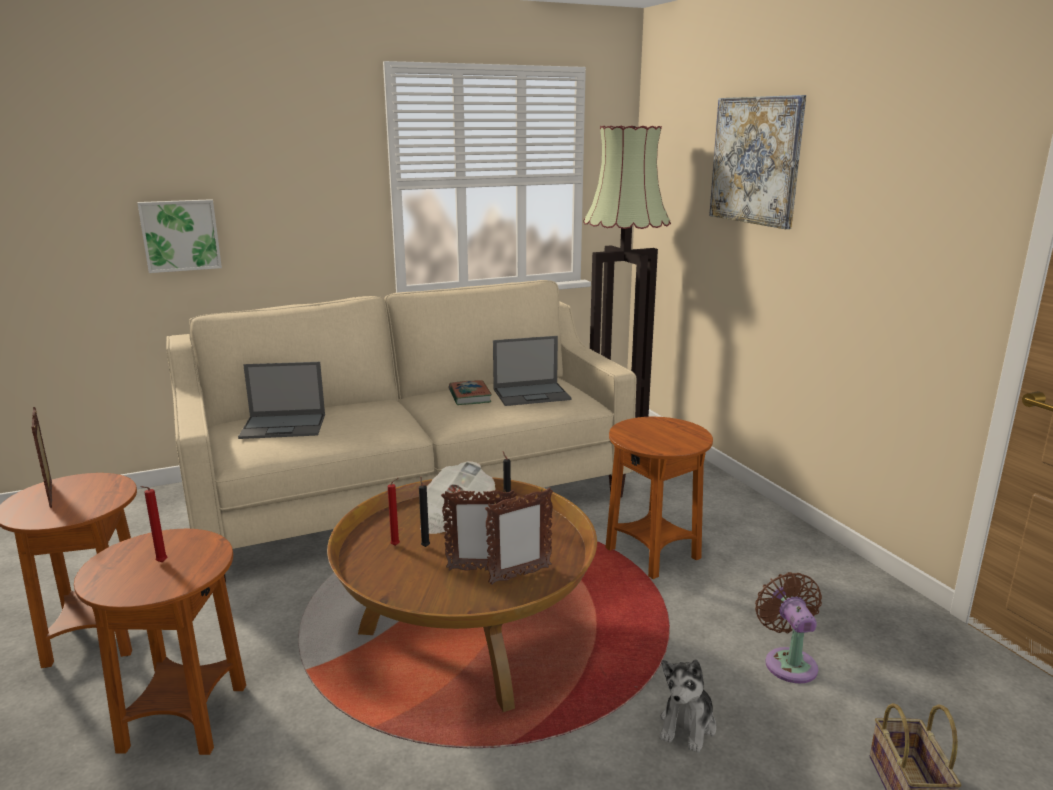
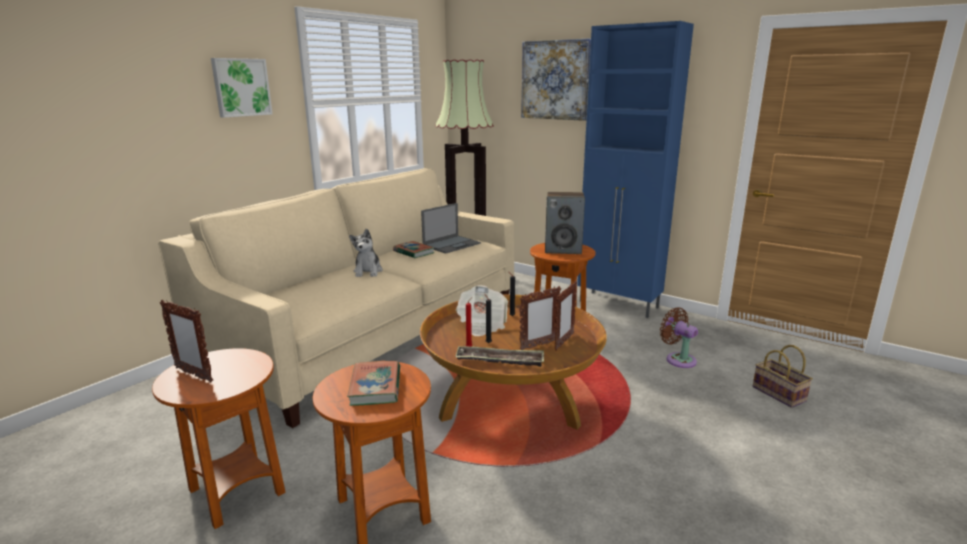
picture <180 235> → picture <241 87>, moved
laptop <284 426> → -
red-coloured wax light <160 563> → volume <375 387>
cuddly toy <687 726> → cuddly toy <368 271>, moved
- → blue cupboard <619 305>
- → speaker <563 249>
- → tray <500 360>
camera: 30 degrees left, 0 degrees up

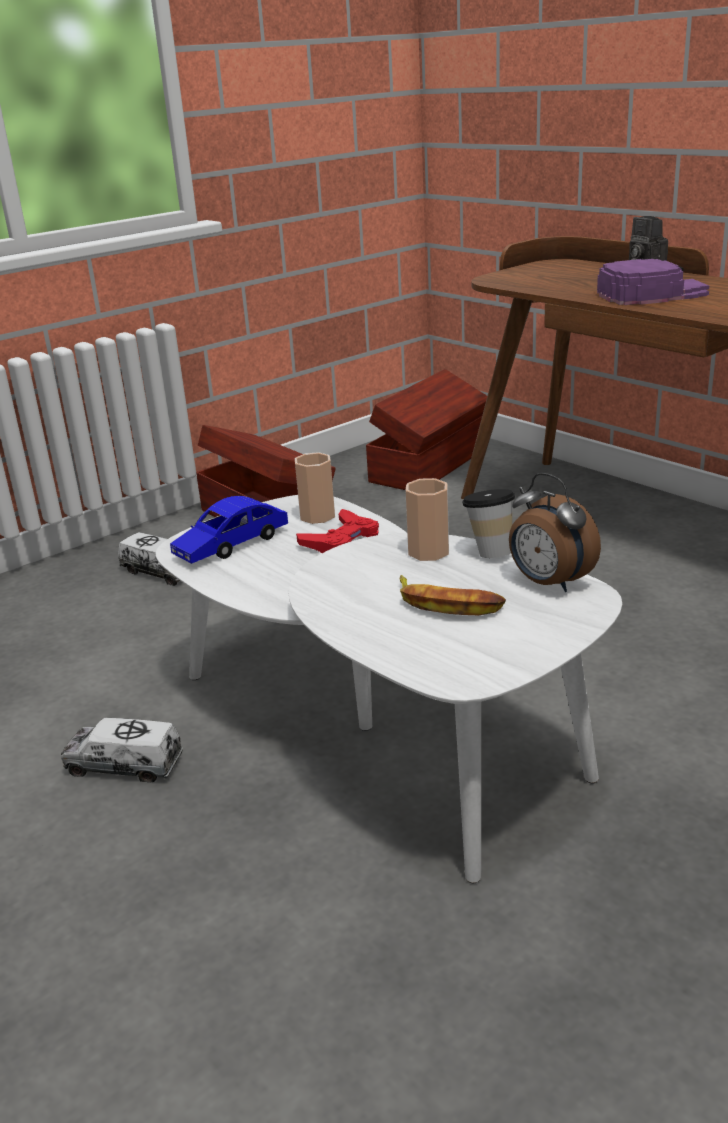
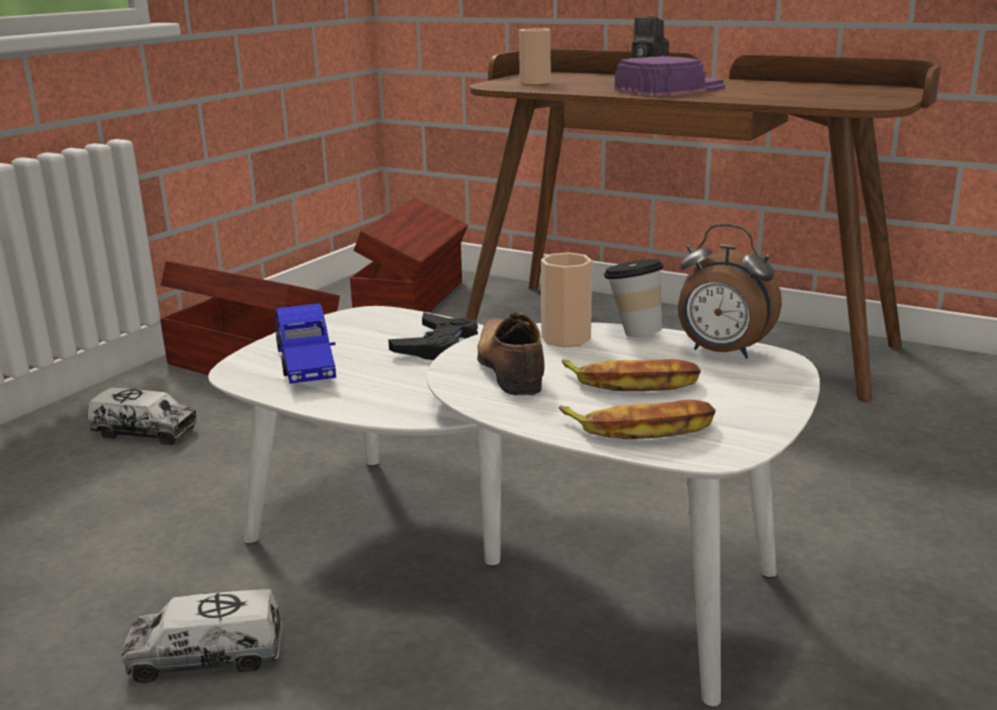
cup <317 516> → cup <535 83>, moved
blue model car <232 545> → blue model car <305 362>, 45 degrees counterclockwise
red-coloured gamepad <341 541> → blackish gamepad <437 346>
- → low shoe <509 368>
- → banana <641 428>
camera: 20 degrees left, 5 degrees down

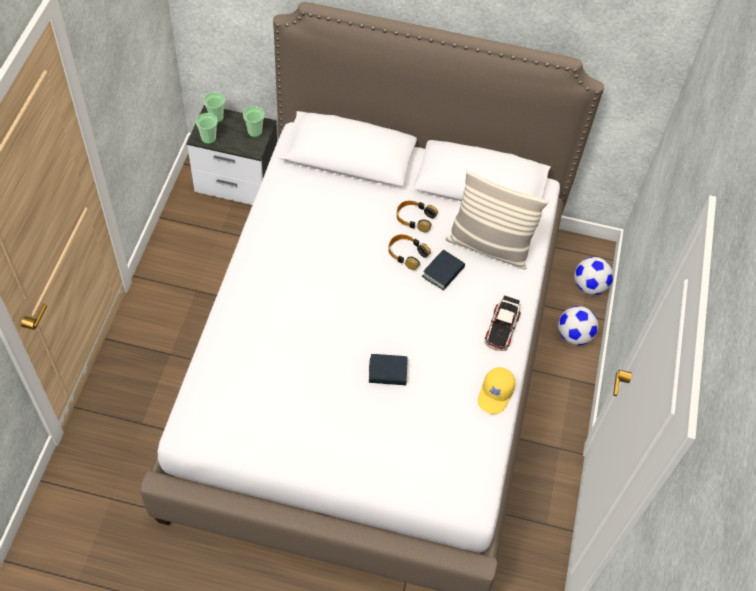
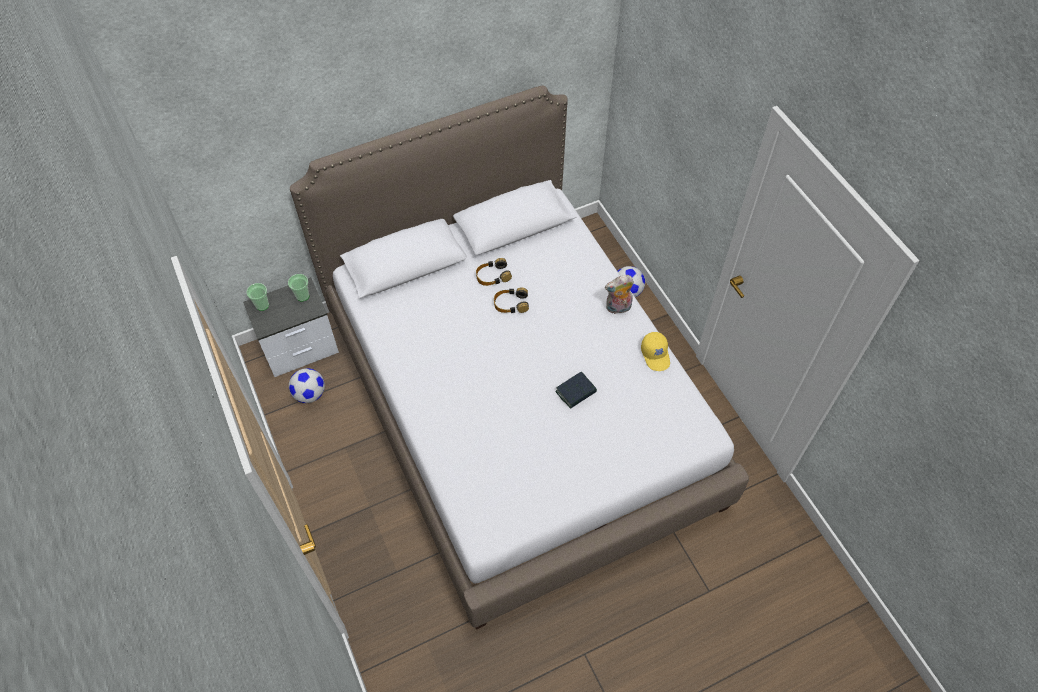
cup <208 138> → -
cushion <488 247> → -
volume <443 272> → -
football <589 286> → football <310 394>, moved
model car <502 327> → cuddly toy <618 308>
camera: 35 degrees left, 0 degrees up

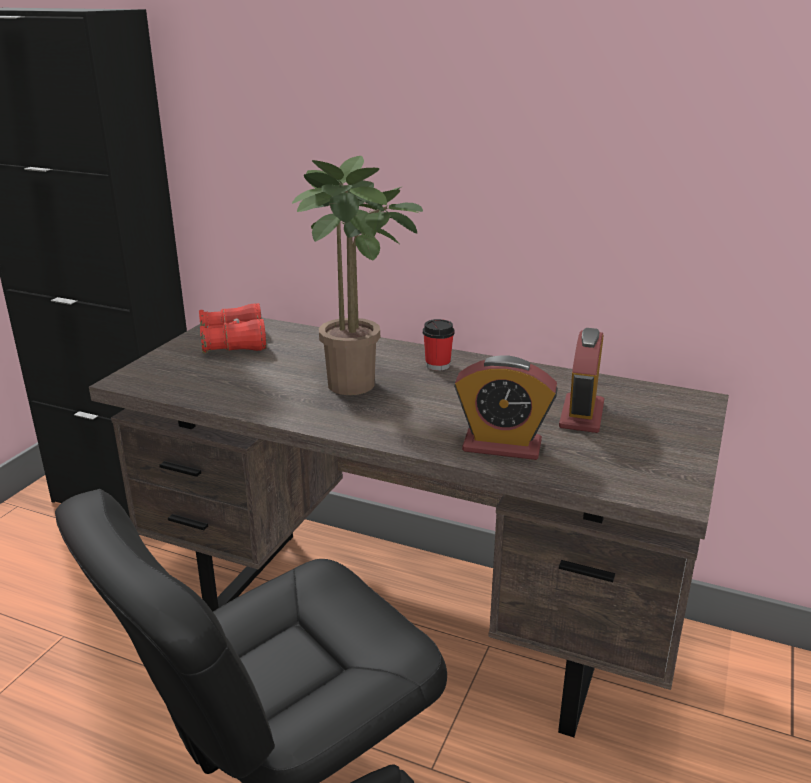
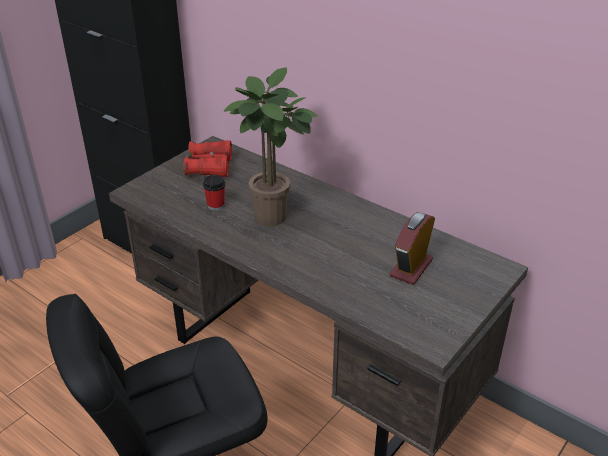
cup <437 365> → cup <216 205>, moved
bedside clock <502 446> → -
camera: 15 degrees right, 10 degrees up

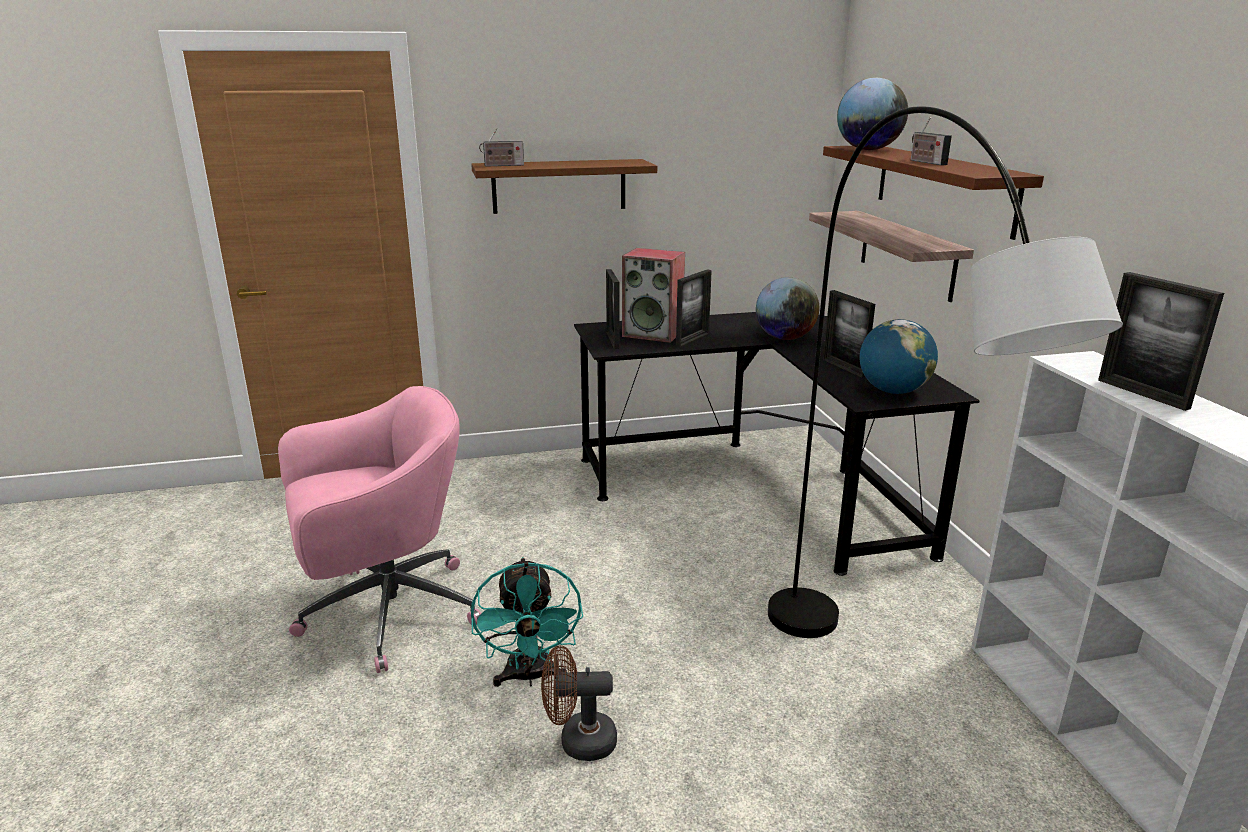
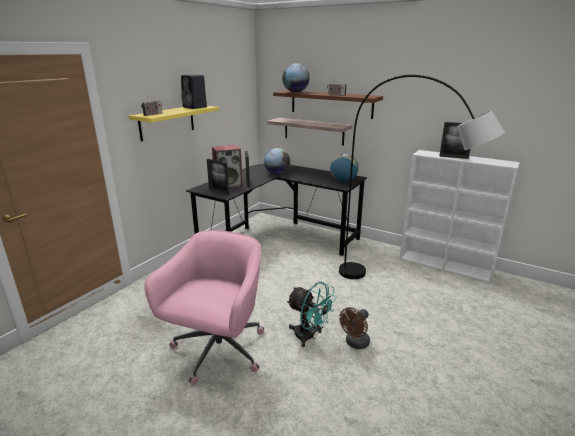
brown-coloured shelf <559 186> → yellow shelf <167 122>
photo frame <844 368> → -
- → blackish speaker <195 107>
camera: 45 degrees left, 0 degrees up

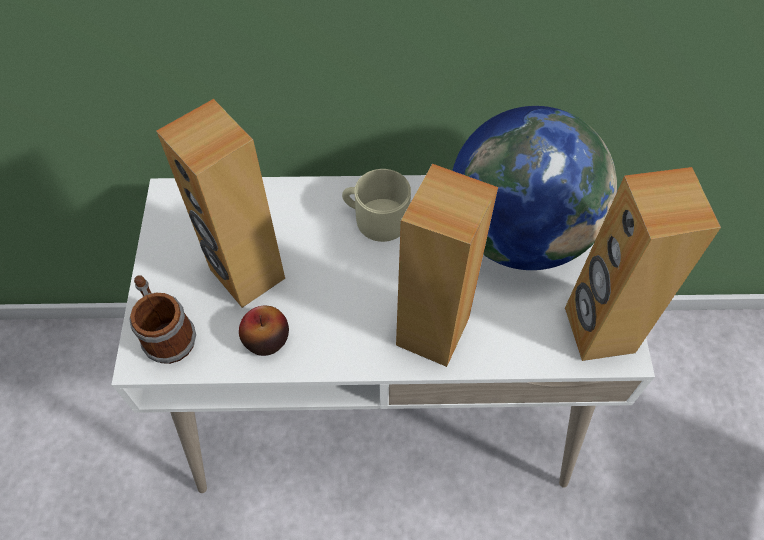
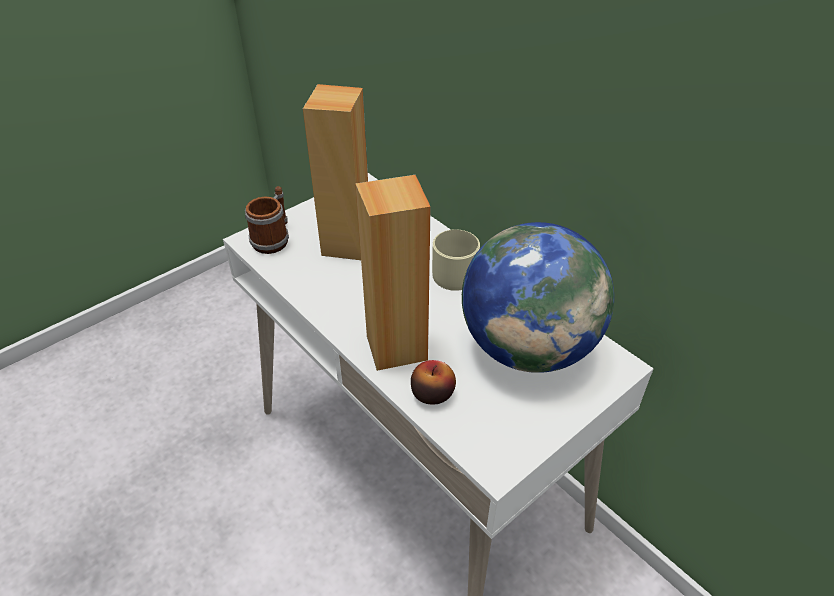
brown-coloured speaker <598 330> → -
apple fruit <266 339> → apple fruit <432 393>, moved
camera: 50 degrees right, 15 degrees down

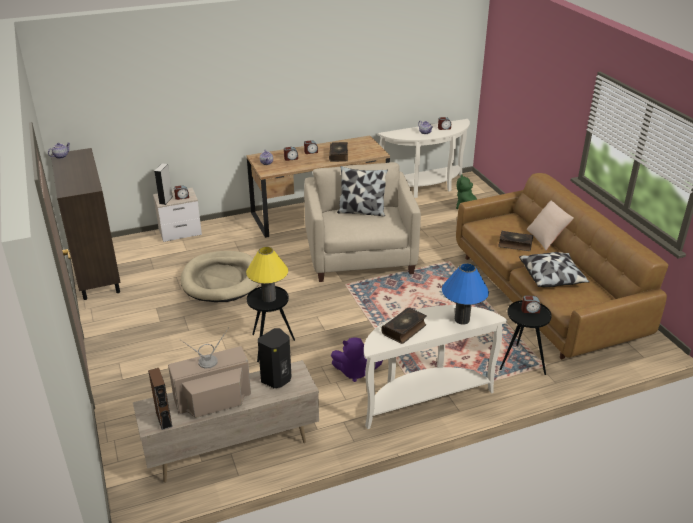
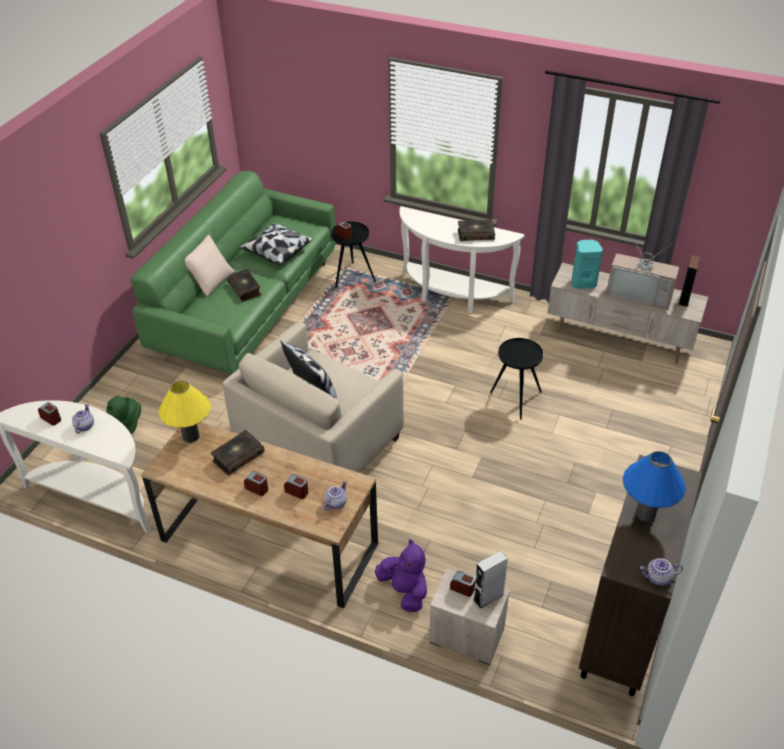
brown-coloured sofa <545 295> → green-coloured sofa <245 304>
yellow table lamp <269 298> → yellow table lamp <191 436>, moved
sand-coloured pet bed <221 280> → -
blue table lamp <462 319> → blue table lamp <645 513>, moved
blackish speaker <277 379> → turquoise speaker <583 282>
purple cuddly toy <355 372> → purple cuddly toy <404 591>, moved
camera: 135 degrees left, 10 degrees up

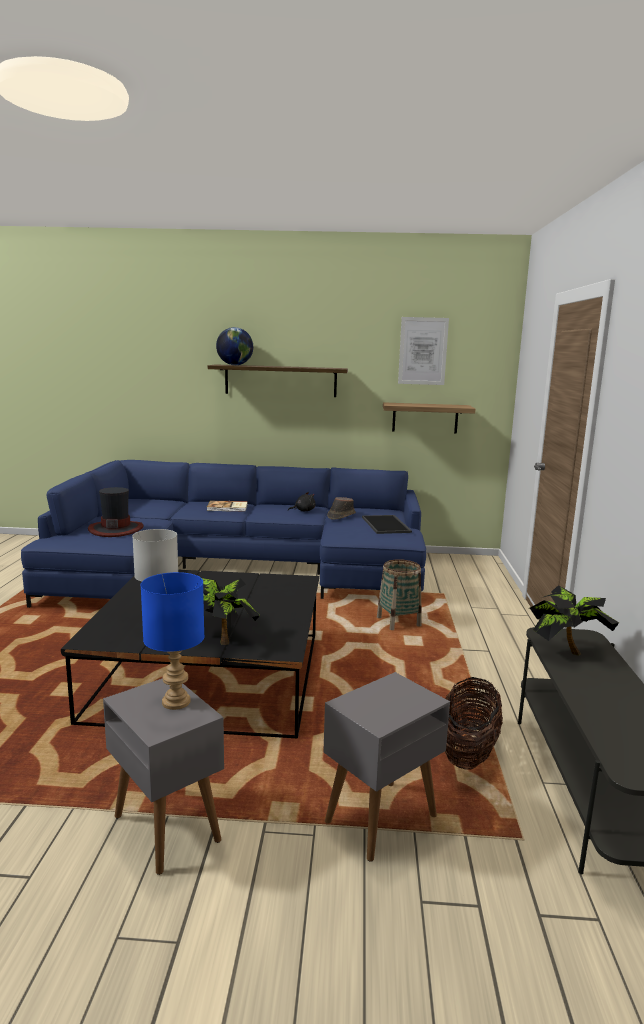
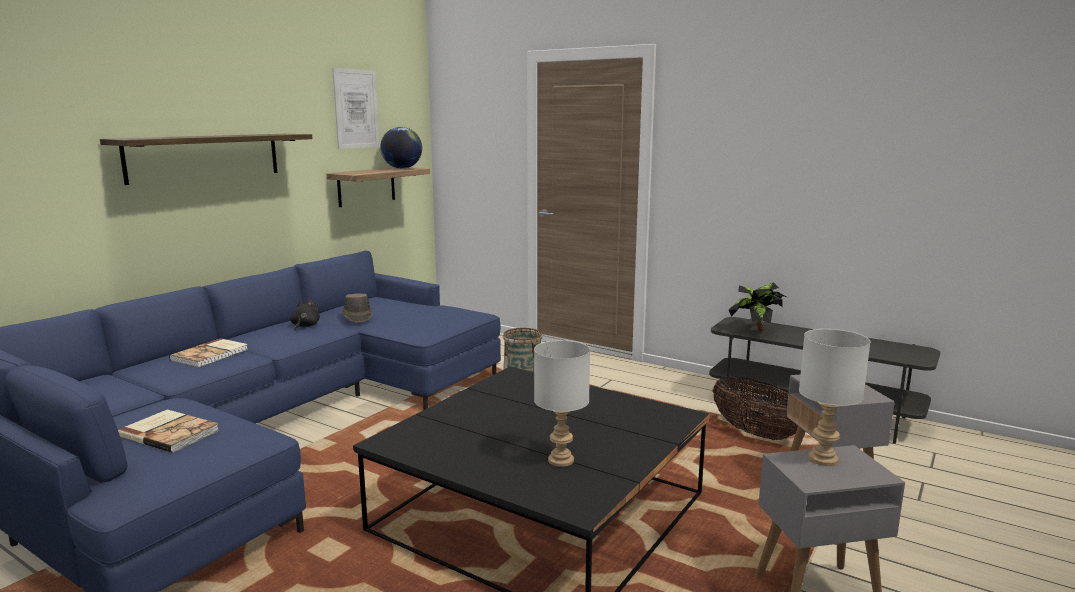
world globe <235 365> → world globe <402 168>, moved
hat <116 529> → volume <170 433>
tray <387 525> → -
blue table lamp <176 701> → greyish table lamp <821 459>
houseplant <222 638> → -
camera: 60 degrees left, 0 degrees up

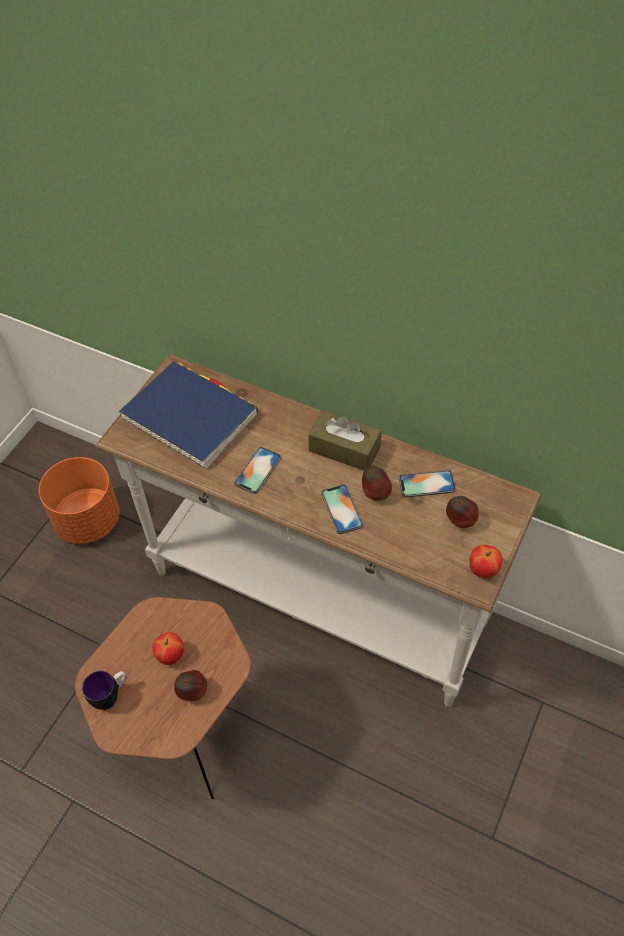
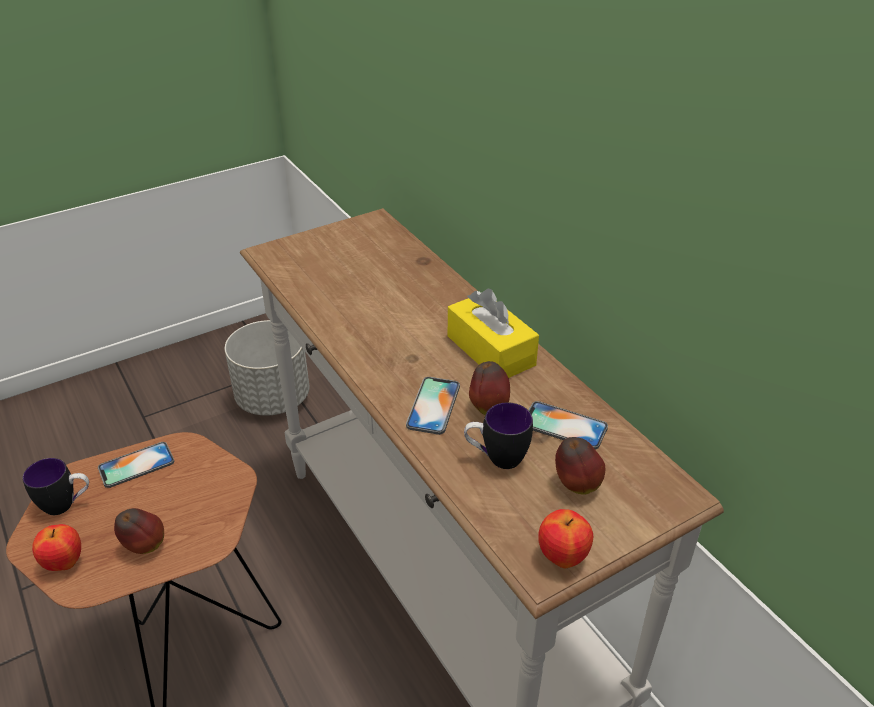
blue volume <190 417> → -
brown-coloured tissue box <344 449> → yellow tissue box <490 351>
handset <257 470> → handset <136 465>, moved
orangey flower pot <87 521> → greyish flower pot <272 398>
apple fruit <171 656> → apple fruit <64 563>, moved
- → coffee mug <496 458>
camera: 30 degrees right, 15 degrees down

